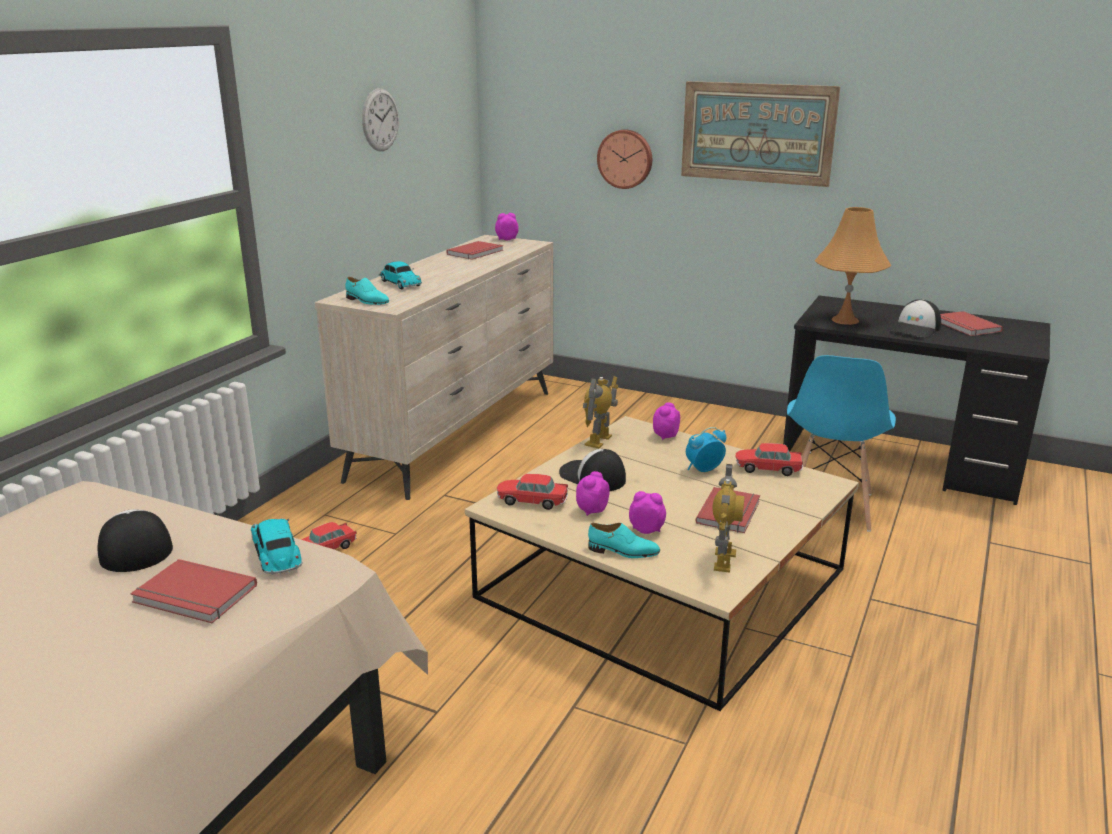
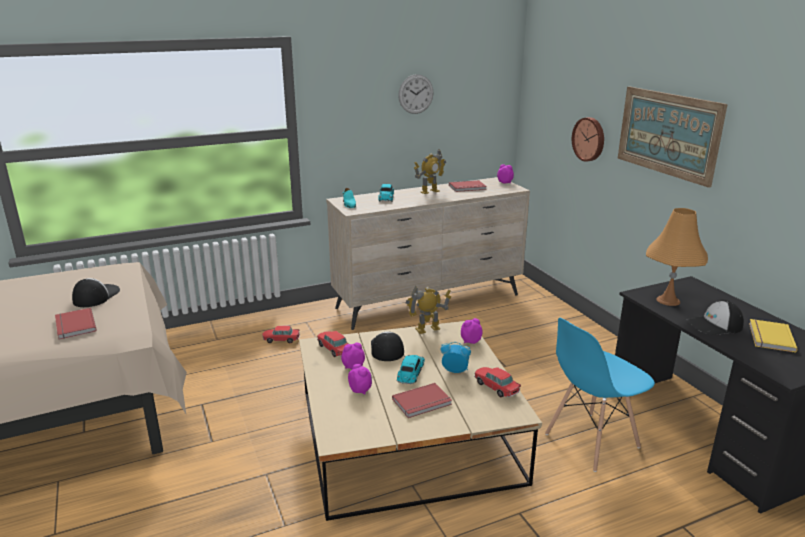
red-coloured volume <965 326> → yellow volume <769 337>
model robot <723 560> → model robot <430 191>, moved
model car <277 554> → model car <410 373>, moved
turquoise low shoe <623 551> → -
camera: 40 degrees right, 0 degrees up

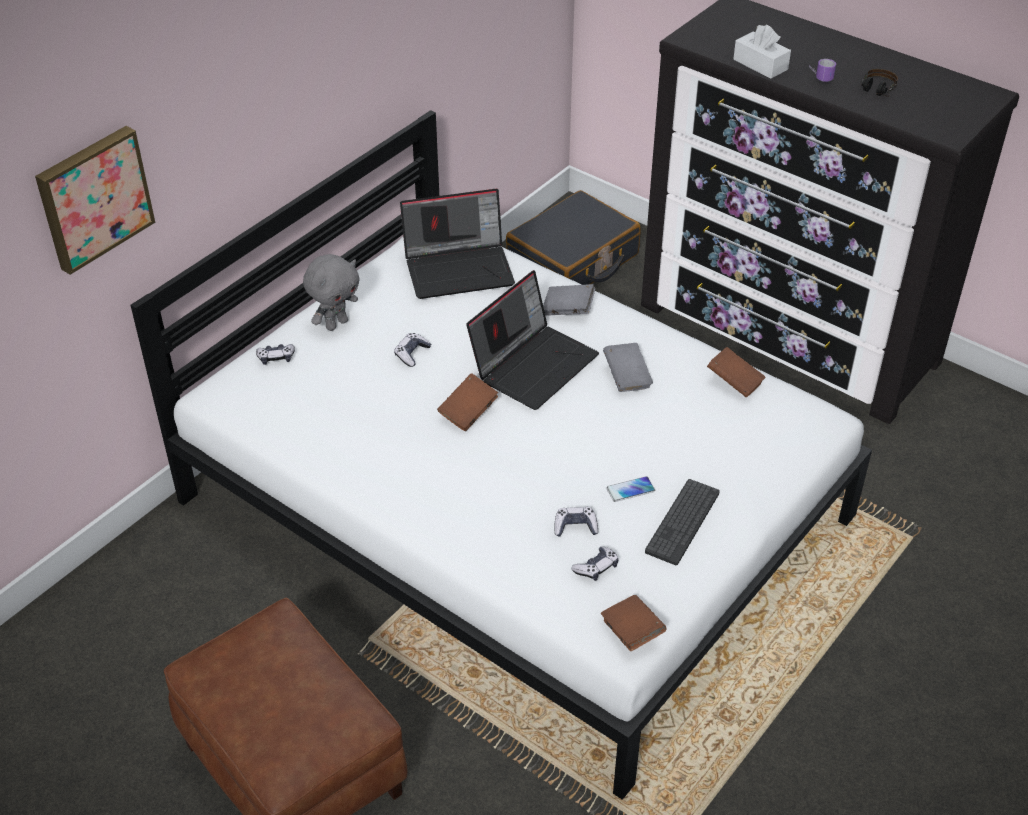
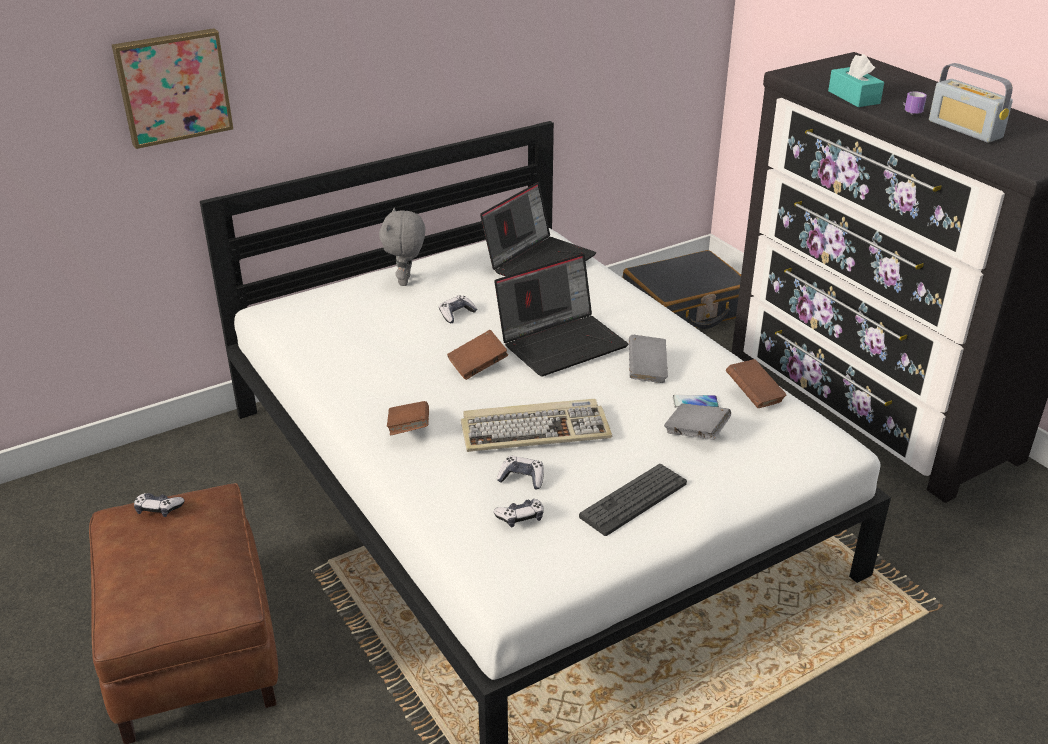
whitish tissue box <760 64> → turquoise tissue box <853 97>
pair of headphones <876 93> → radio receiver <965 129>
laptop <460 268> → laptop <539 261>, 60 degrees counterclockwise
greyish cuddly toy <336 324> → greyish cuddly toy <406 281>, 120 degrees clockwise
greyish volume <568 310> → greyish volume <696 433>, moved
gamepad <276 358> → gamepad <158 509>, moved
handset <630 490> → handset <695 402>, moved
brown-coloured volume <632 632> → brown-coloured volume <409 430>, moved
- → PC keyboard <535 430>
camera: 20 degrees right, 10 degrees down

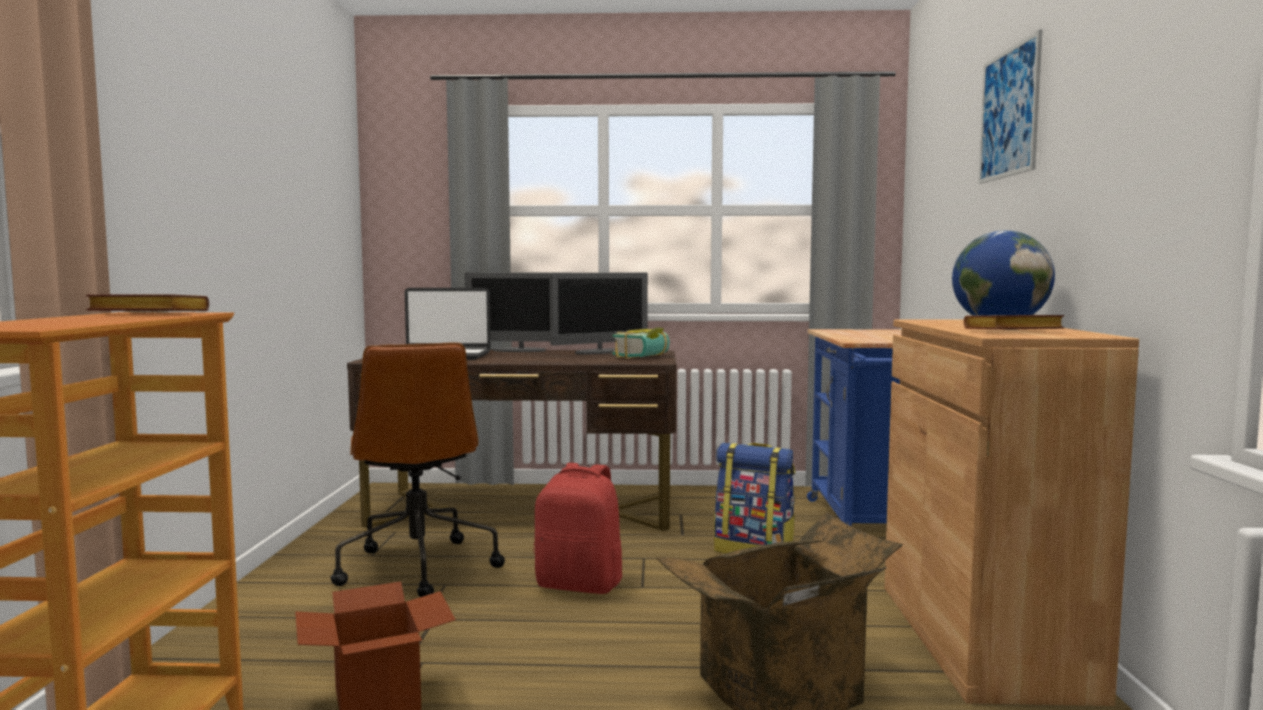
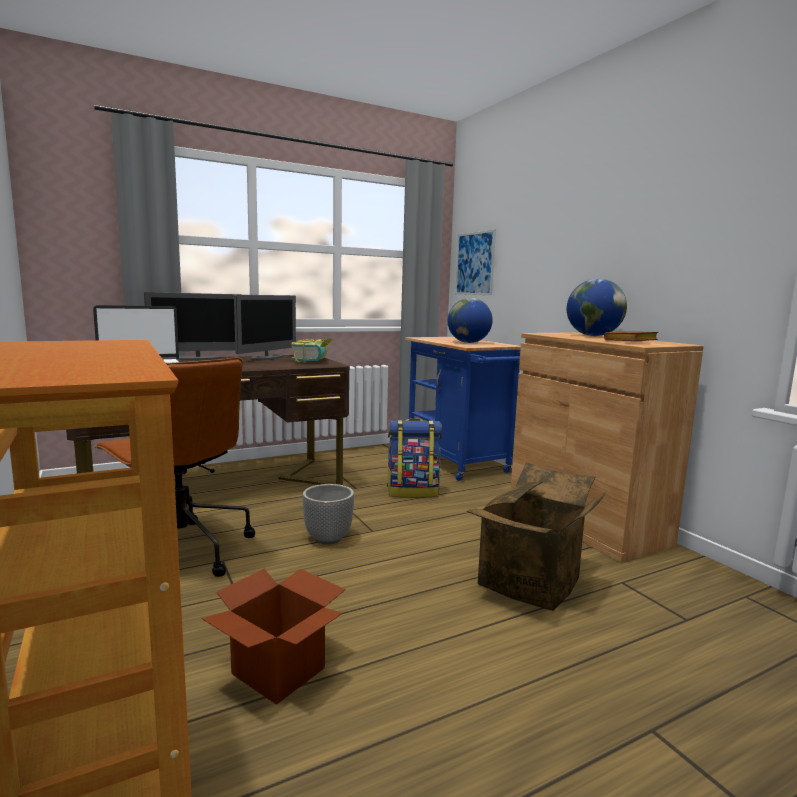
picture <1009 113> → picture <475 263>, moved
brown-coloured volume <145 314> → -
red-coloured knapsack <580 585> → flower pot <328 538>
- → world globe <468 342>
camera: 30 degrees left, 5 degrees up

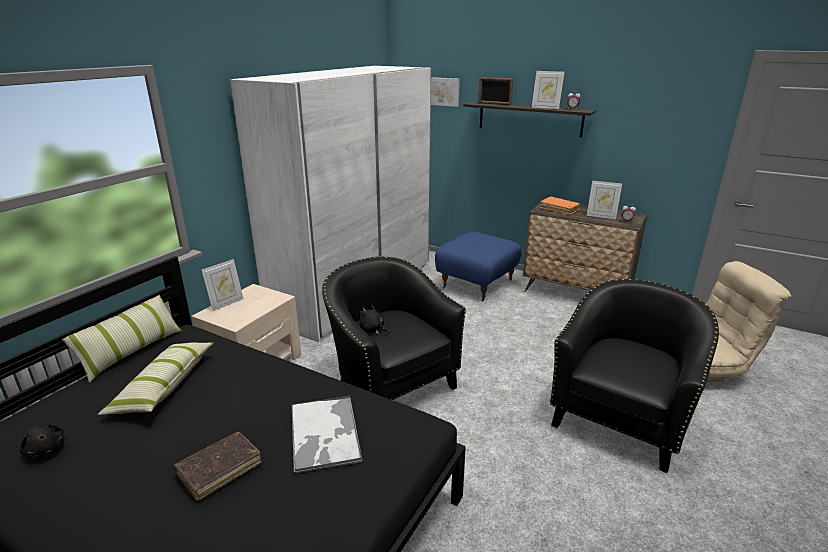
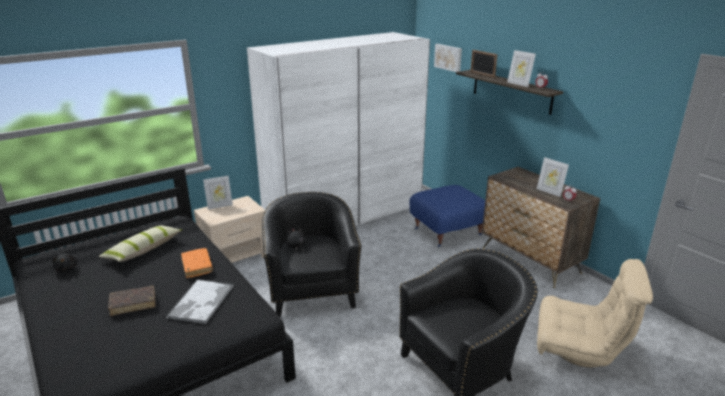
orangey volume <559 209> → orangey volume <197 266>, moved
cushion <132 352> → -
camera: 25 degrees right, 0 degrees up

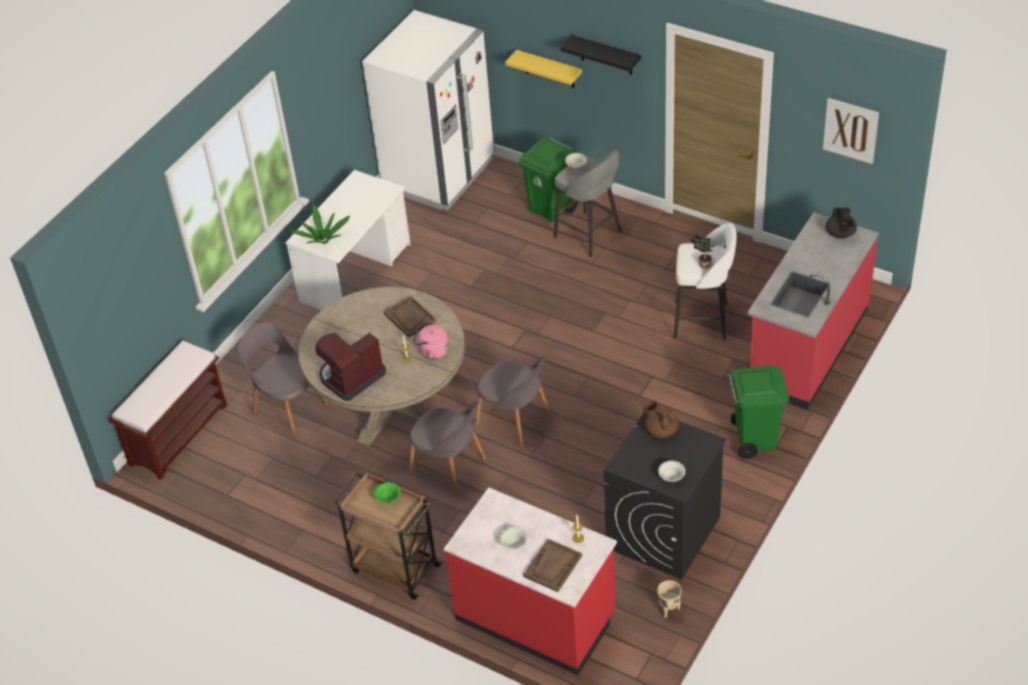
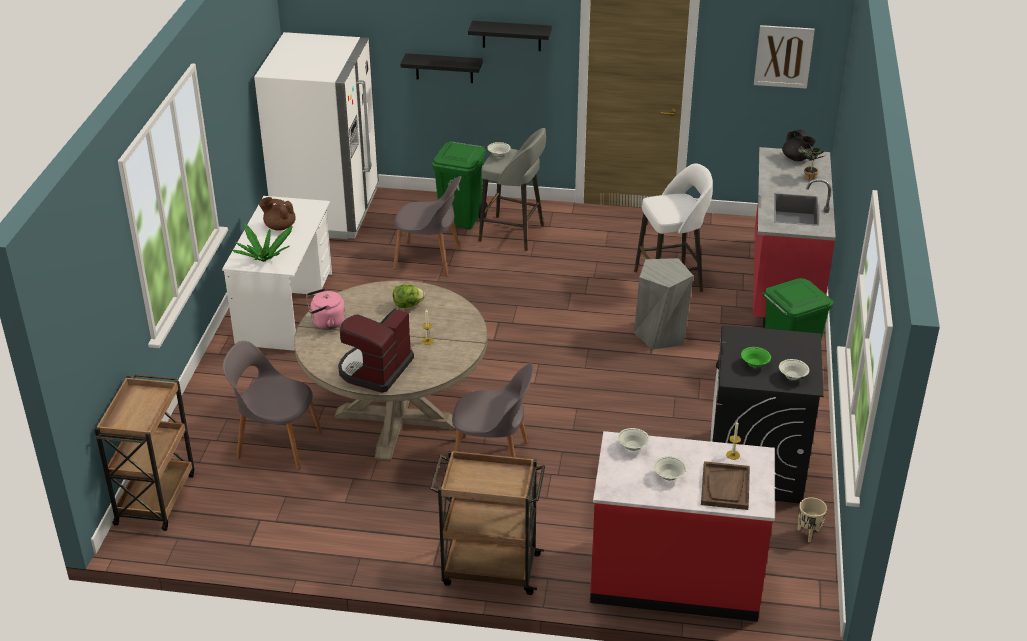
yellow shelf <549 69> → blackish shelf <444 68>
houseplant <703 264> → houseplant <808 177>, moved
brown-coloured tray <409 318> → head of lettuce <408 305>
pink-coloured water kettle <432 351> → pink-coloured water kettle <326 323>, moved
brown-coloured bench <179 433> → brown-coloured cart <156 497>
greyish plain chair <514 420> → greyish plain chair <429 259>, moved
brown-coloured pot for tea <660 430> → brown-coloured pot for tea <279 226>, moved
green-coloured bowl <388 499> → green-coloured bowl <754 365>, moved
- → greyish stool <661 334>
- → whitish bowl <632 447>
camera: 25 degrees left, 10 degrees down

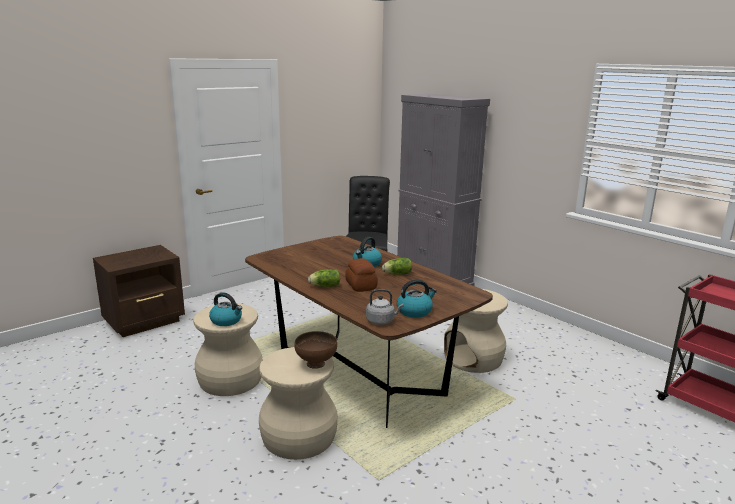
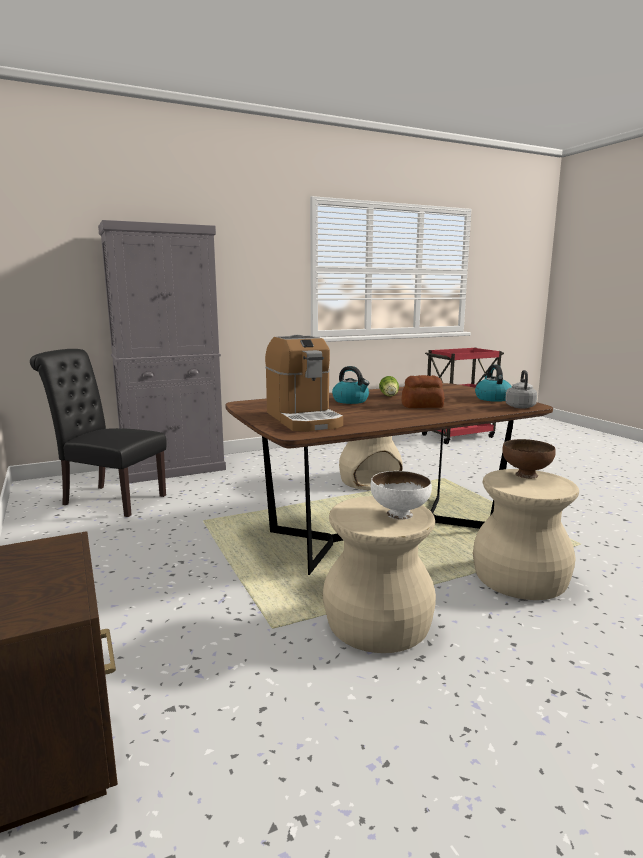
head of lettuce <324 286> → -
water kettle <226 321> → whitish bowl <399 514>
- → coffee maker <303 419>
camera: 75 degrees left, 5 degrees down

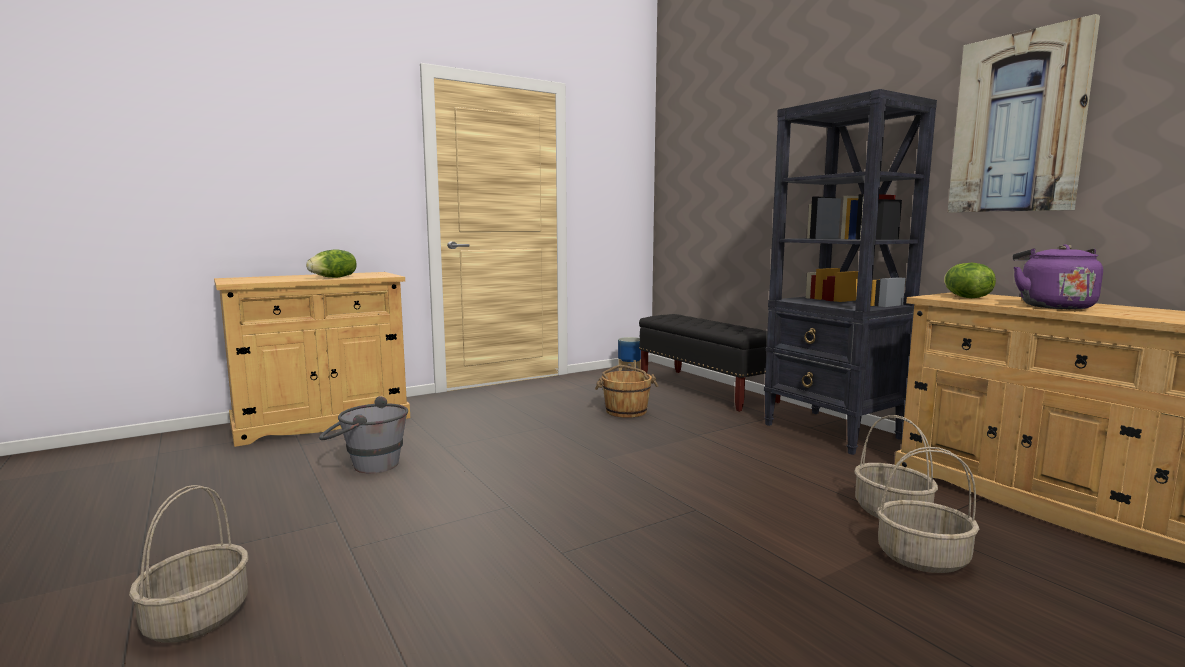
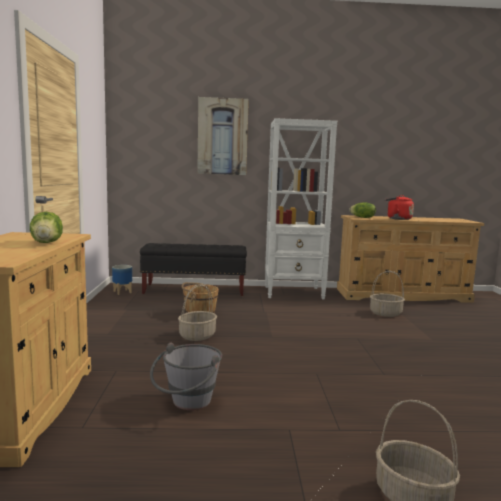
picture <1018 123> → picture <222 136>, moved
blackish bookshelf <832 432> → whitish bookshelf <294 293>
purple water kettle <1052 306> → red-coloured water kettle <397 219>
storage basket <923 558> → storage basket <197 336>, moved
camera: 60 degrees left, 0 degrees up

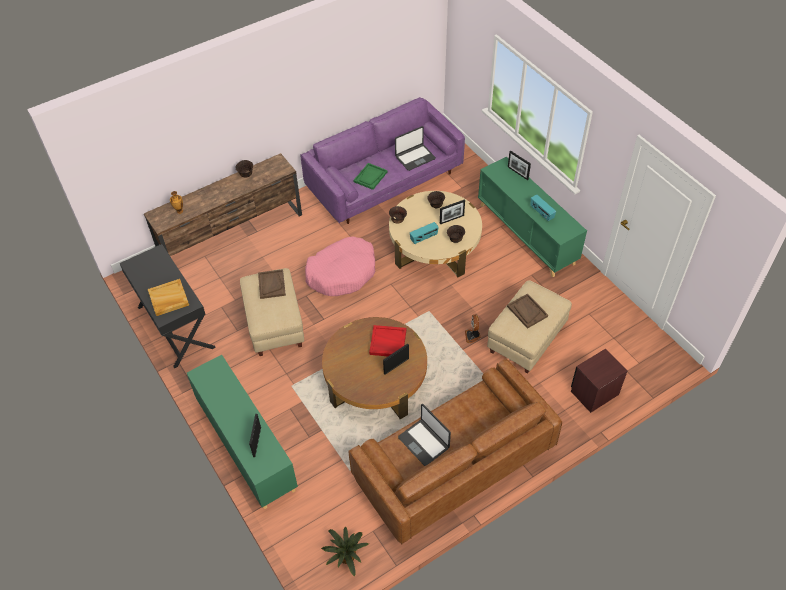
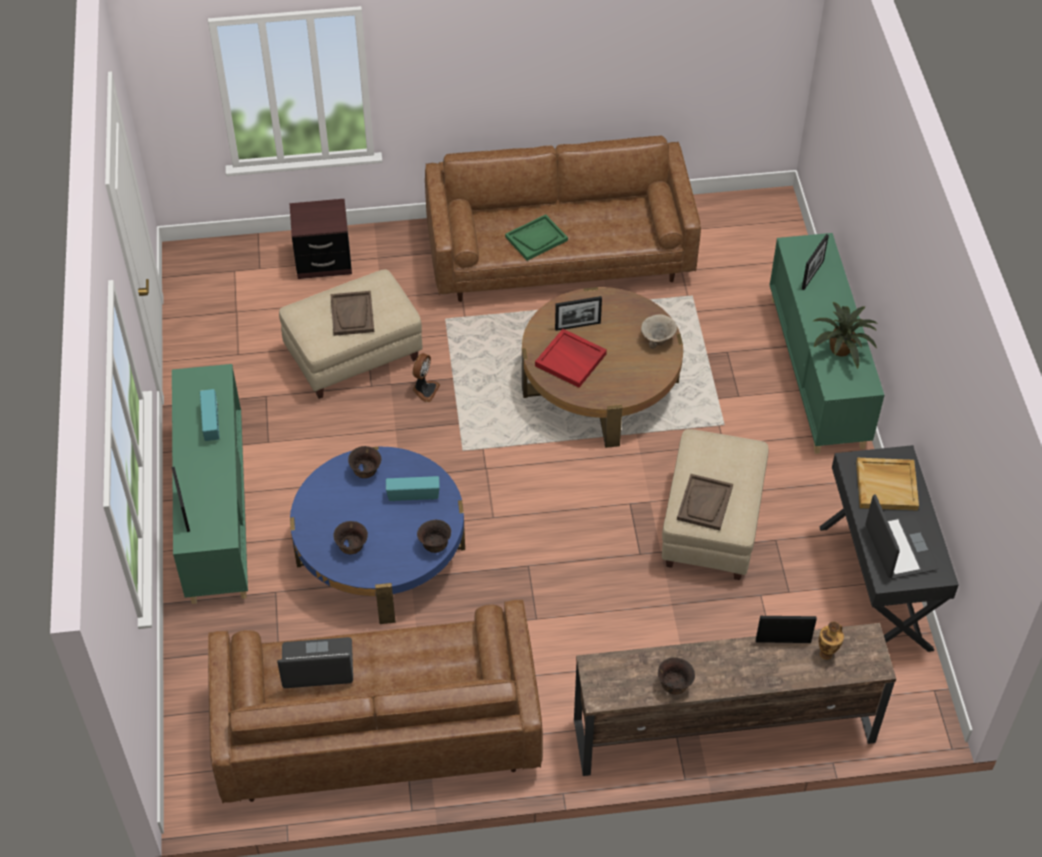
purple sofa <384 181> → brown-coloured sofa <378 730>
green-coloured tray <370 177> → green-coloured tray <536 238>, moved
sand-coloured coffee table <434 247> → blue coffee table <380 552>
photo frame <451 219> → photo frame <783 641>, moved
pink-coloured pet bed <342 272> → -
laptop <424 442> → laptop <899 548>, moved
houseplant <345 556> → houseplant <842 350>, moved
- → sand-coloured bowl <657 340>
camera: 155 degrees left, 0 degrees up

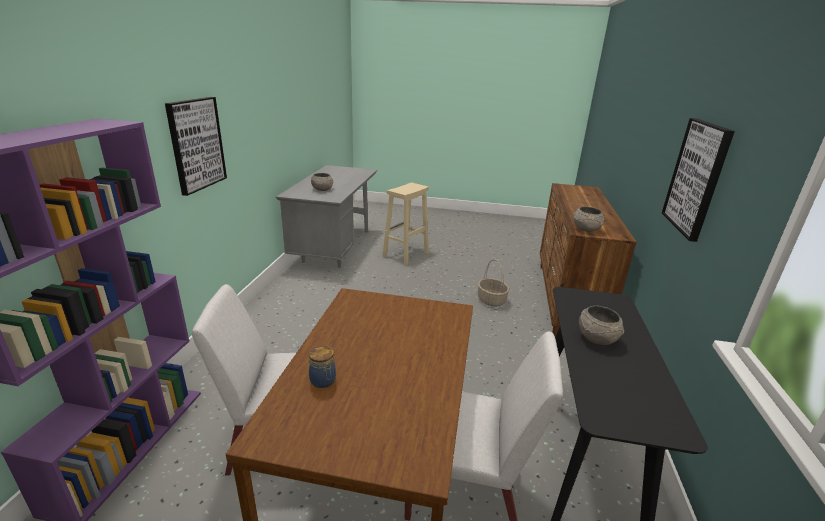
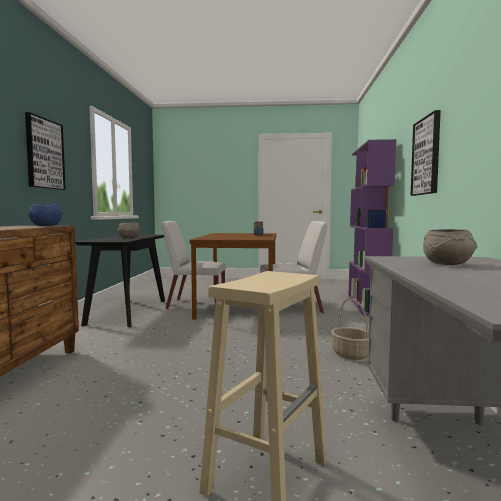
greyish bowl <586 229> → blue bowl <46 226>
storage basket <491 300> → storage basket <352 354>, moved
camera: 175 degrees right, 20 degrees down

